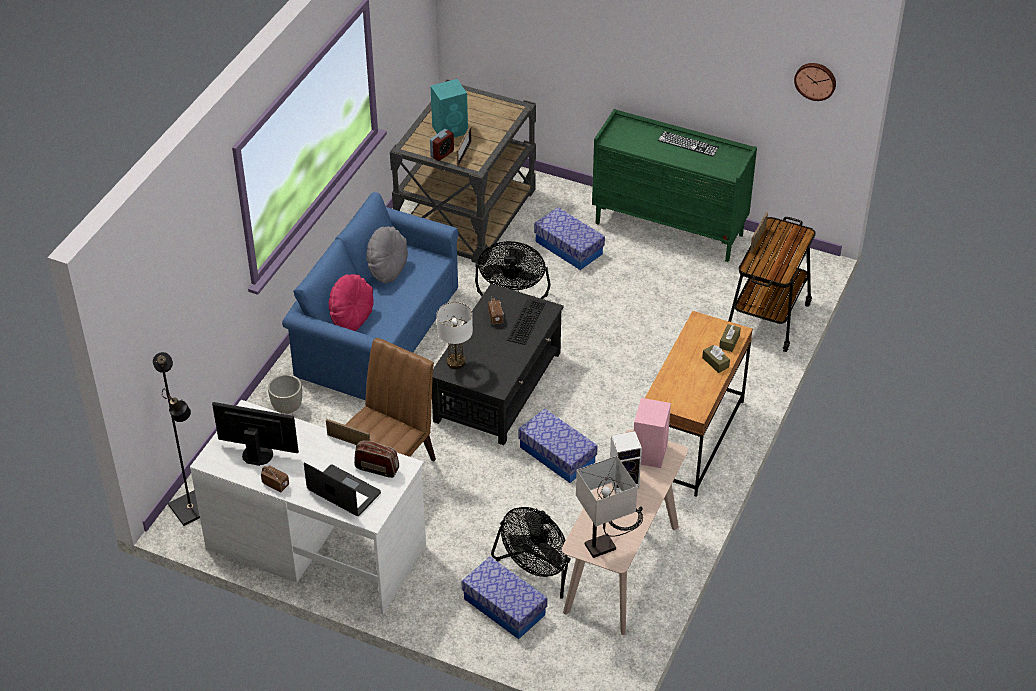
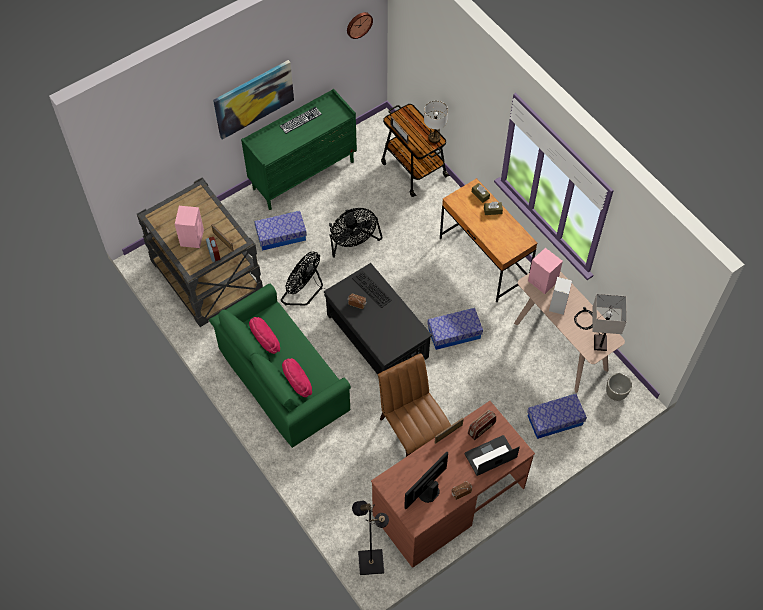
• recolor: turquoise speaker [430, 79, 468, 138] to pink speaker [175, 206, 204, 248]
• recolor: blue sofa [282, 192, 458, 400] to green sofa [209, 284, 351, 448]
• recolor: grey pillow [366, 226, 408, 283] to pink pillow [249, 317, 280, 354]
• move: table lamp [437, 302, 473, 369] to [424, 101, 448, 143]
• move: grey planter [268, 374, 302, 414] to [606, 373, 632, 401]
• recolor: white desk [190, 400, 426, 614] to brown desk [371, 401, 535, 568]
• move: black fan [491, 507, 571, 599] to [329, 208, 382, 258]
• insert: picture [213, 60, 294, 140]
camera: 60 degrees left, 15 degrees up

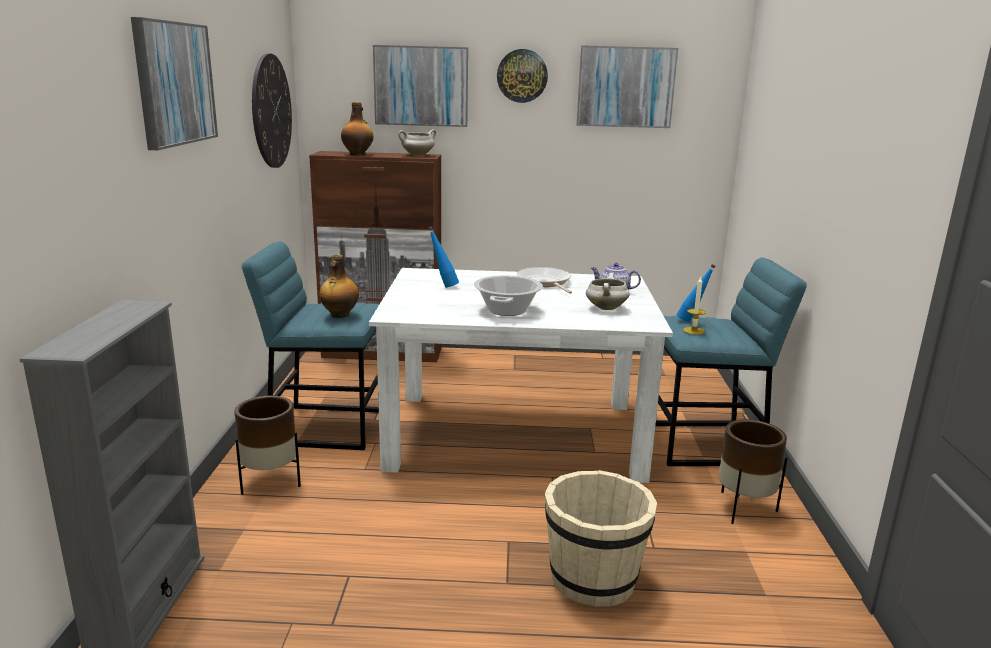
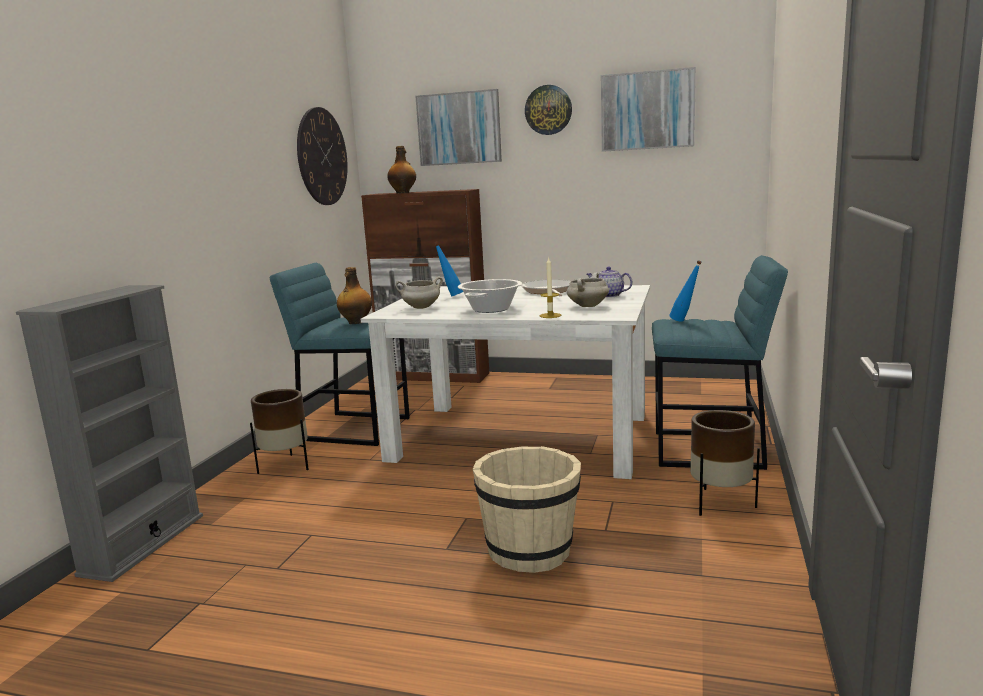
• delete: picture [131, 17, 218, 150]
• move: white cooking pot [398, 129, 436, 156] to [395, 276, 443, 309]
• move: candle [683, 277, 706, 335] to [540, 257, 561, 318]
camera: 15 degrees right, 5 degrees down

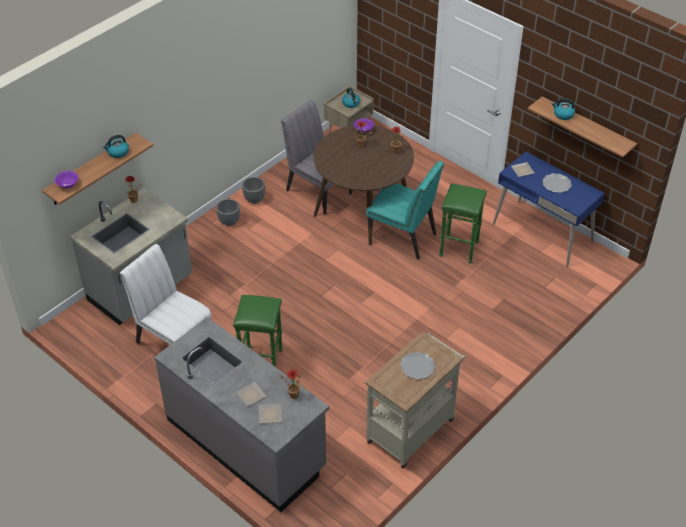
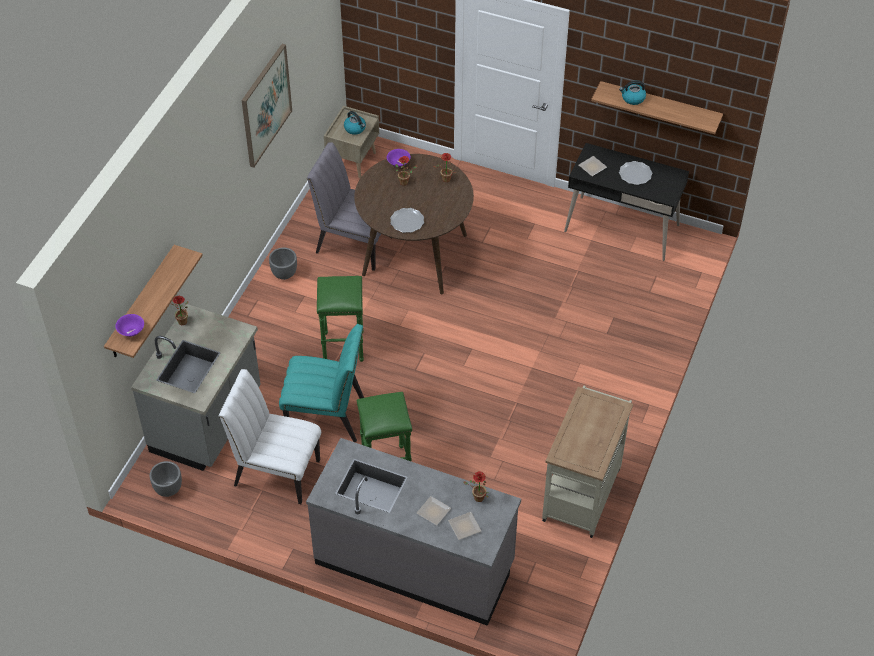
• delete: kettle [103, 135, 129, 158]
• recolor: blue desk [493, 152, 605, 267] to black desk [564, 143, 689, 261]
• move: turquoise chair [366, 161, 444, 260] to [279, 324, 364, 442]
• move: green stool [439, 183, 487, 263] to [317, 276, 364, 362]
• move: grey planter [216, 199, 240, 226] to [150, 461, 182, 497]
• move: plate [400, 352, 435, 379] to [390, 208, 424, 233]
• insert: picture [242, 44, 292, 168]
camera: 20 degrees left, 5 degrees up

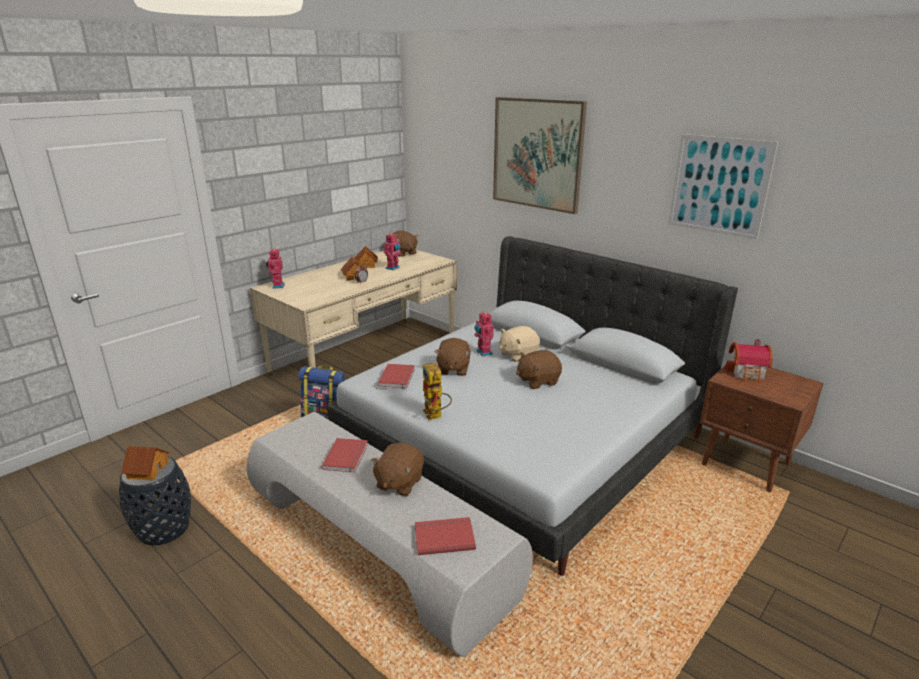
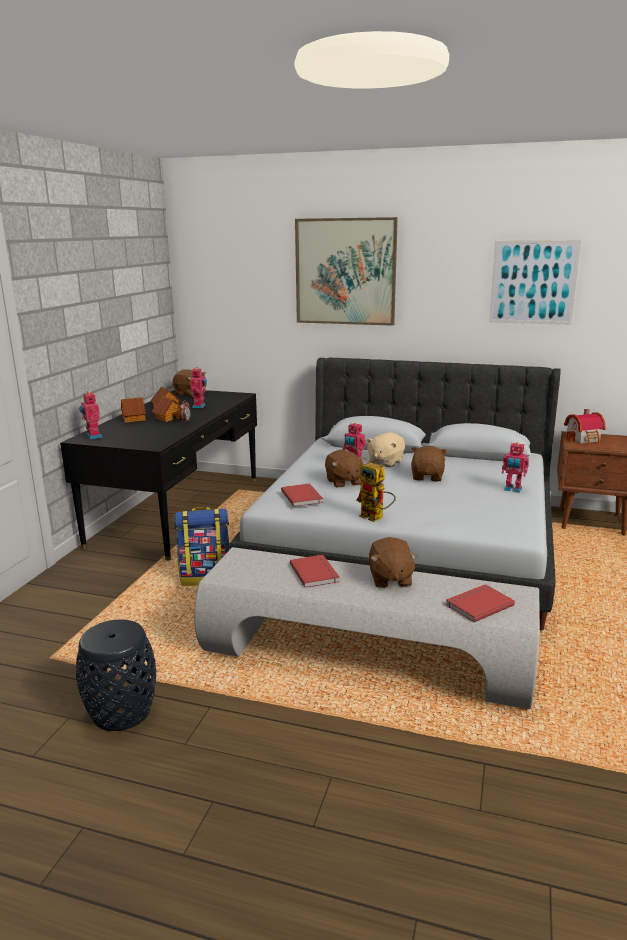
• recolor: beige desk [250, 250, 457, 376] to black desk [60, 390, 257, 561]
• rotate: brown plush toy [516, 350, 562, 389] = [411, 445, 447, 482] 150 degrees clockwise
• move: toy house [121, 446, 169, 481] to [121, 397, 146, 422]
• insert: toy robot [502, 442, 529, 493]
camera: 25 degrees left, 5 degrees down

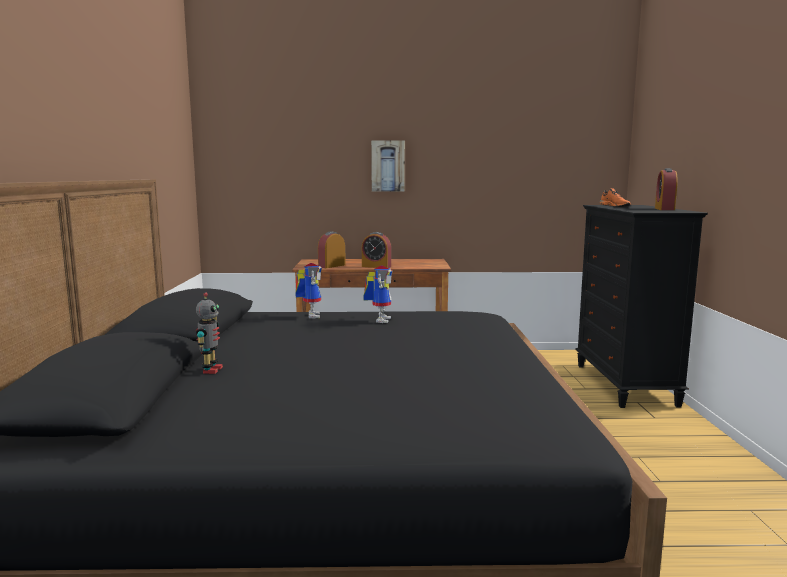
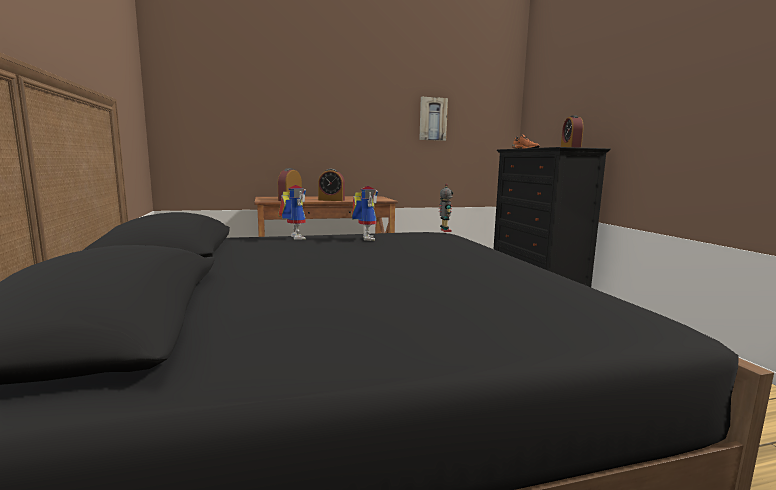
• move: picture [371, 141, 405, 192] to [419, 97, 448, 141]
• move: toy robot [196, 292, 223, 374] to [439, 183, 453, 232]
camera: 15 degrees left, 0 degrees up

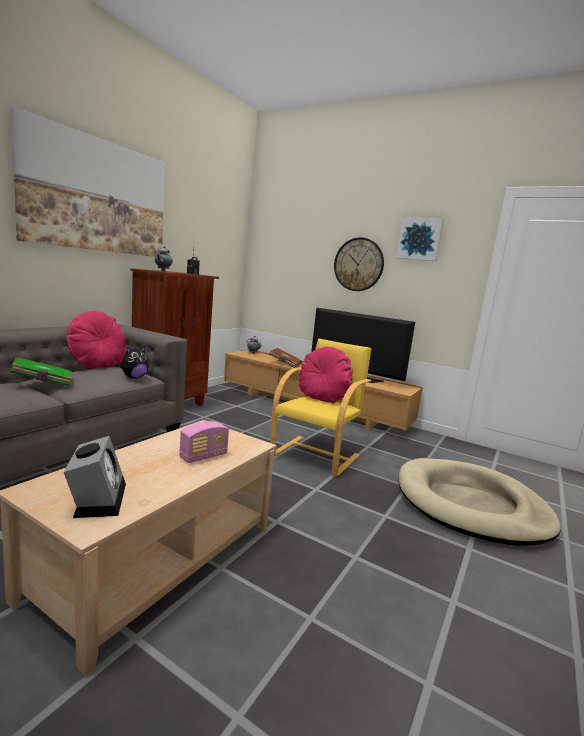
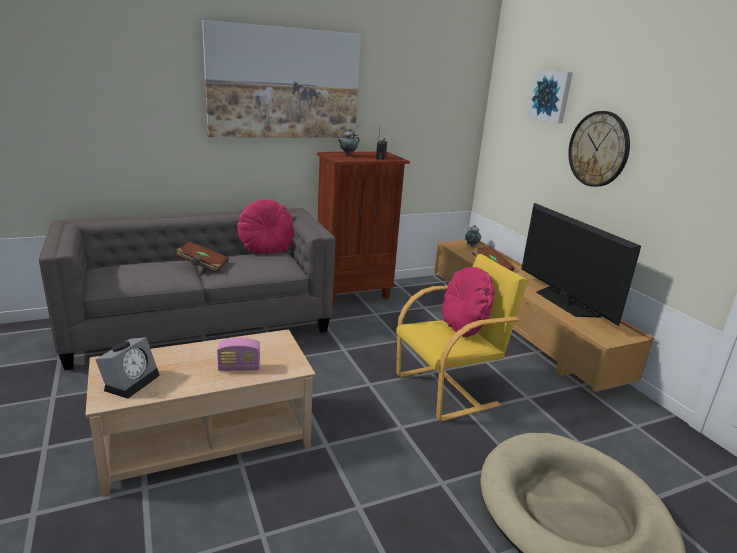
• move: picture [396, 217, 444, 261] to [527, 70, 573, 123]
• delete: plush toy [120, 346, 149, 379]
• recolor: green book [10, 357, 72, 386] to brown book [175, 241, 229, 273]
camera: 35 degrees right, 10 degrees up

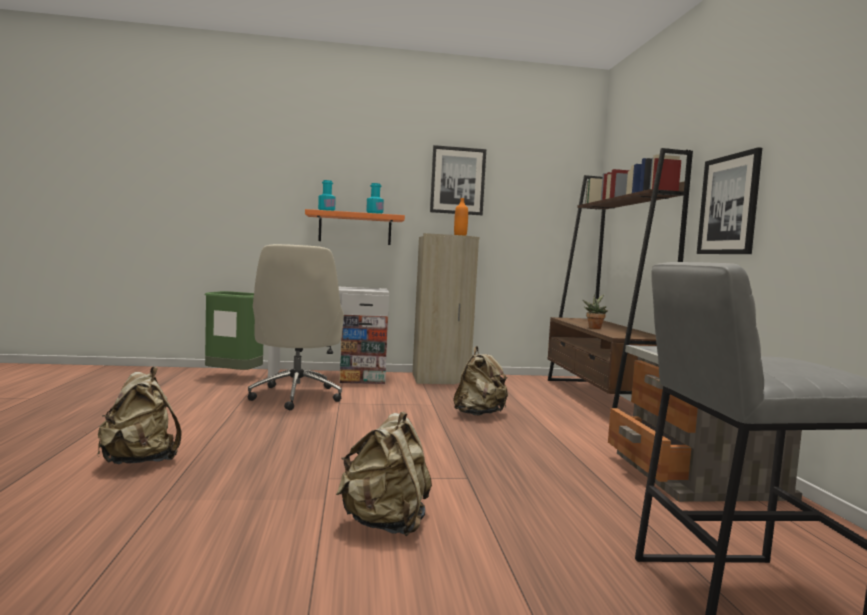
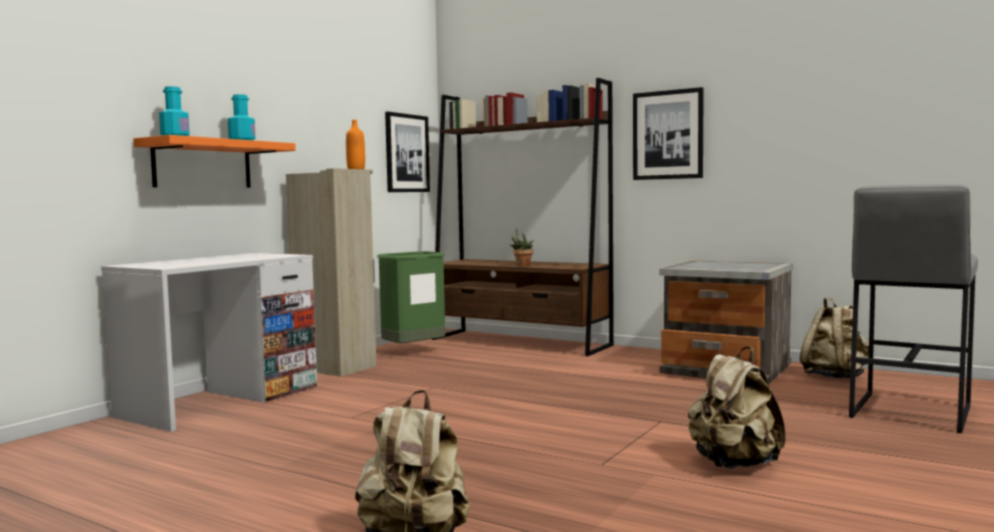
• move: picture [430, 145, 486, 215] to [385, 112, 430, 192]
• delete: beige office chair [248, 244, 344, 410]
• move: green trash can [205, 291, 263, 370] to [377, 251, 445, 343]
• move: beige backpack [453, 346, 508, 416] to [800, 297, 869, 379]
camera: 50 degrees left, 0 degrees up

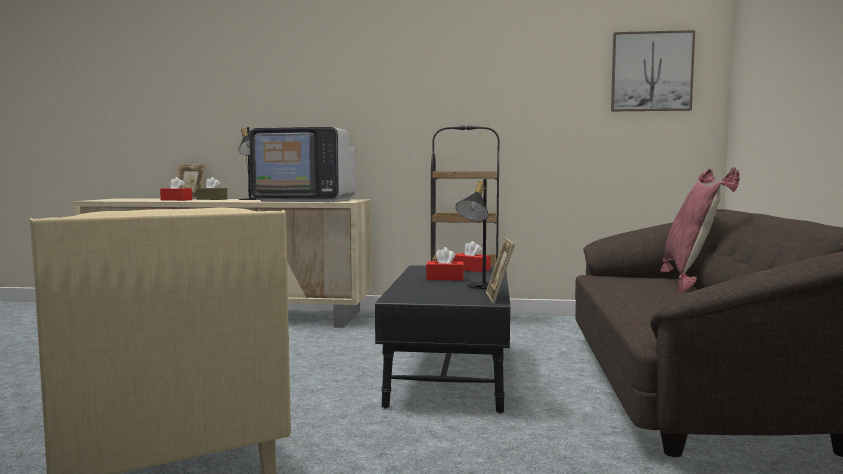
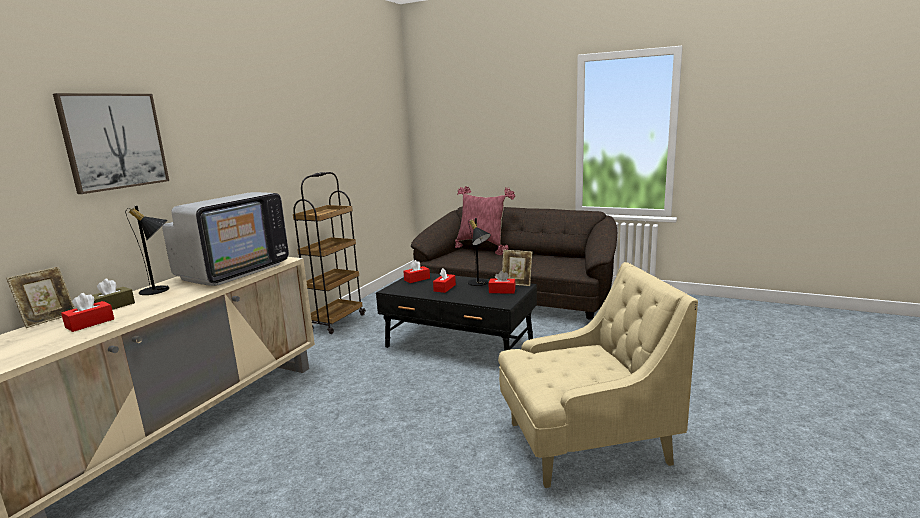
• move: picture [611, 30, 695, 111] to [53, 93, 169, 194]
• insert: red tissue box [489, 271, 516, 294]
camera: 70 degrees left, 10 degrees up

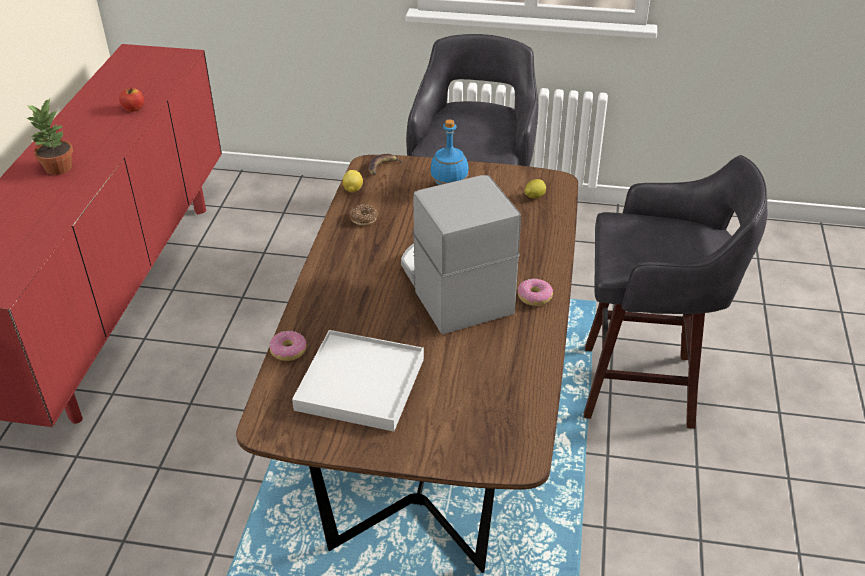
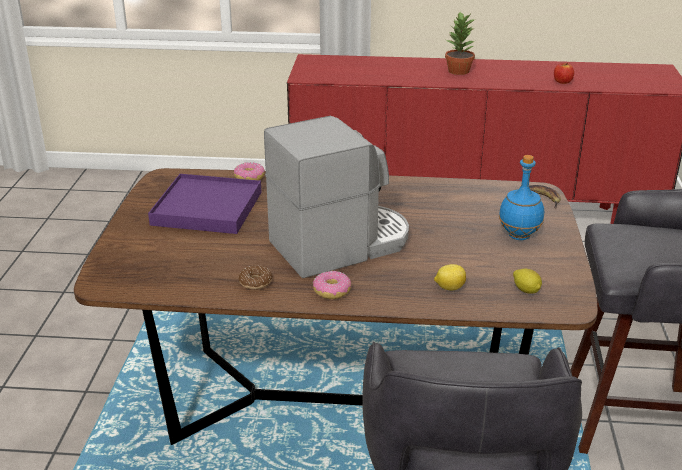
• move: lemon [343, 170, 363, 192] to [434, 264, 466, 290]
• move: donut [350, 204, 378, 225] to [239, 266, 273, 289]
• recolor: white tray [292, 330, 424, 432] to purple tray [148, 174, 261, 234]
camera: 85 degrees right, 10 degrees down

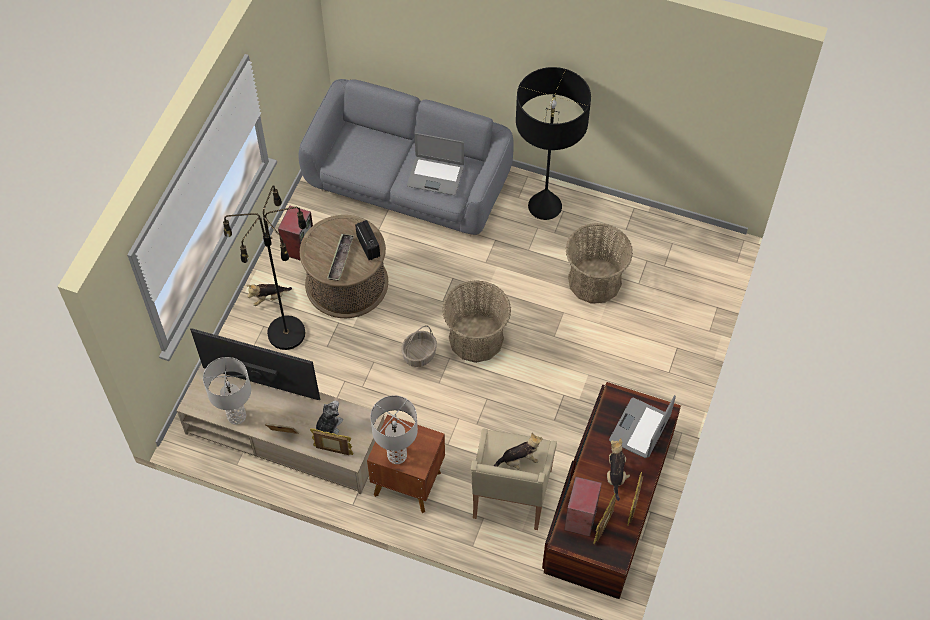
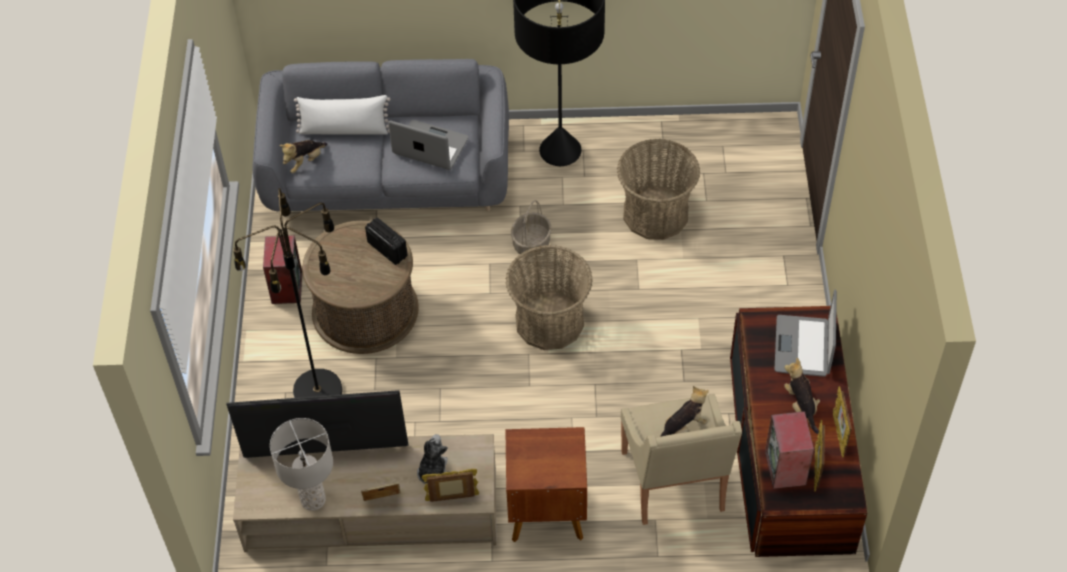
• rotate: laptop [407, 133, 464, 195] = [388, 120, 468, 170] 150 degrees counterclockwise
• delete: tray [327, 234, 354, 281]
• move: plush toy [246, 284, 292, 306] to [280, 140, 327, 173]
• move: basket [401, 325, 437, 367] to [511, 200, 551, 257]
• delete: white table lamp [370, 395, 418, 464]
• insert: white pillow [294, 95, 390, 135]
camera: 20 degrees left, 5 degrees down

